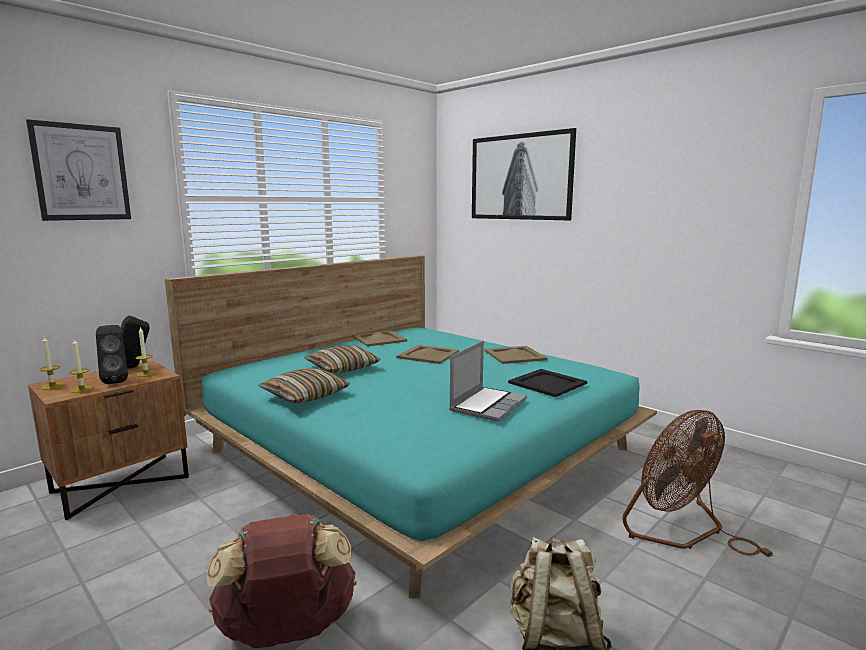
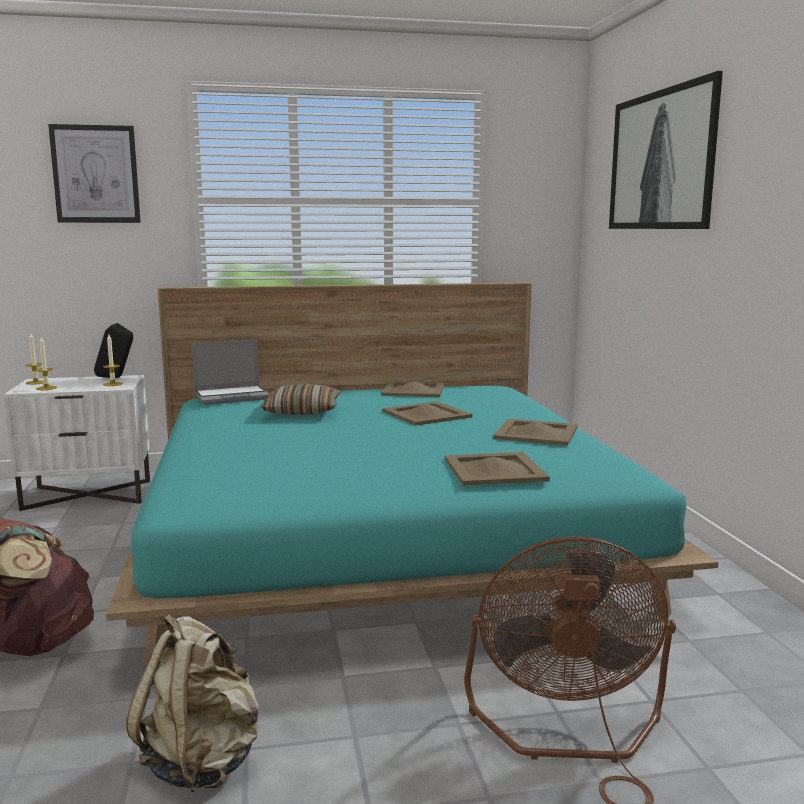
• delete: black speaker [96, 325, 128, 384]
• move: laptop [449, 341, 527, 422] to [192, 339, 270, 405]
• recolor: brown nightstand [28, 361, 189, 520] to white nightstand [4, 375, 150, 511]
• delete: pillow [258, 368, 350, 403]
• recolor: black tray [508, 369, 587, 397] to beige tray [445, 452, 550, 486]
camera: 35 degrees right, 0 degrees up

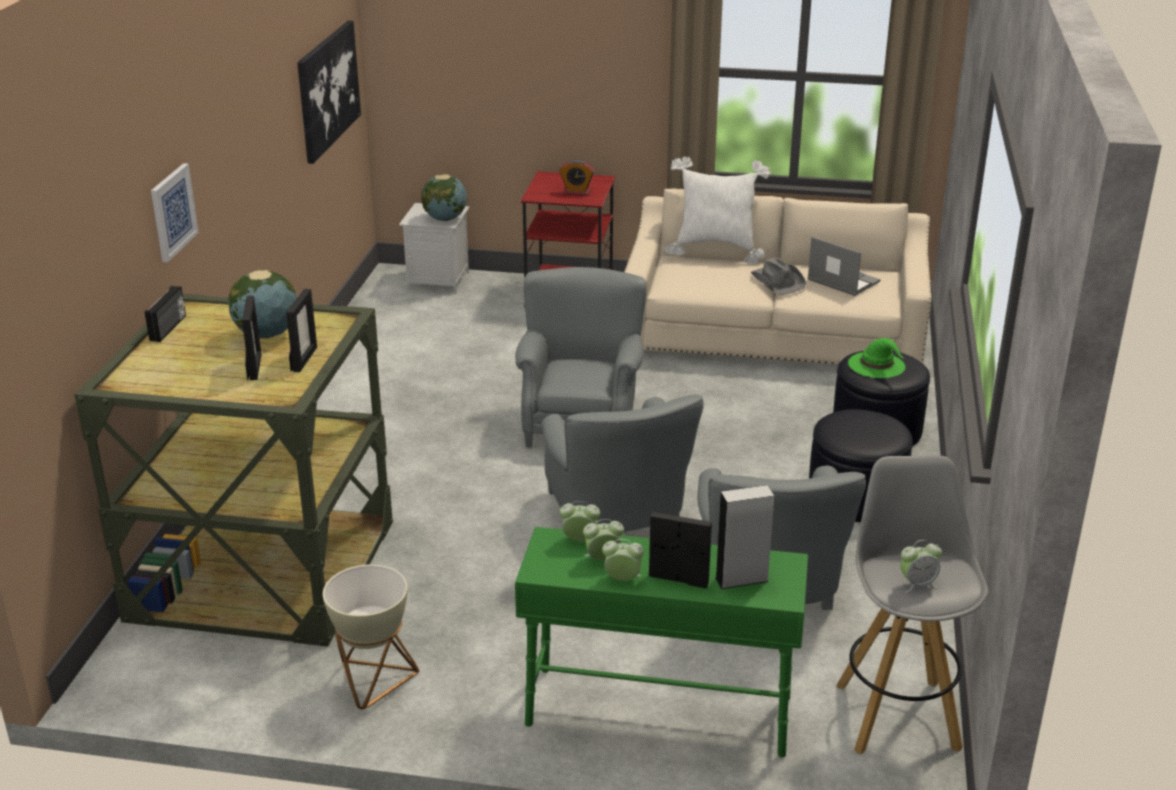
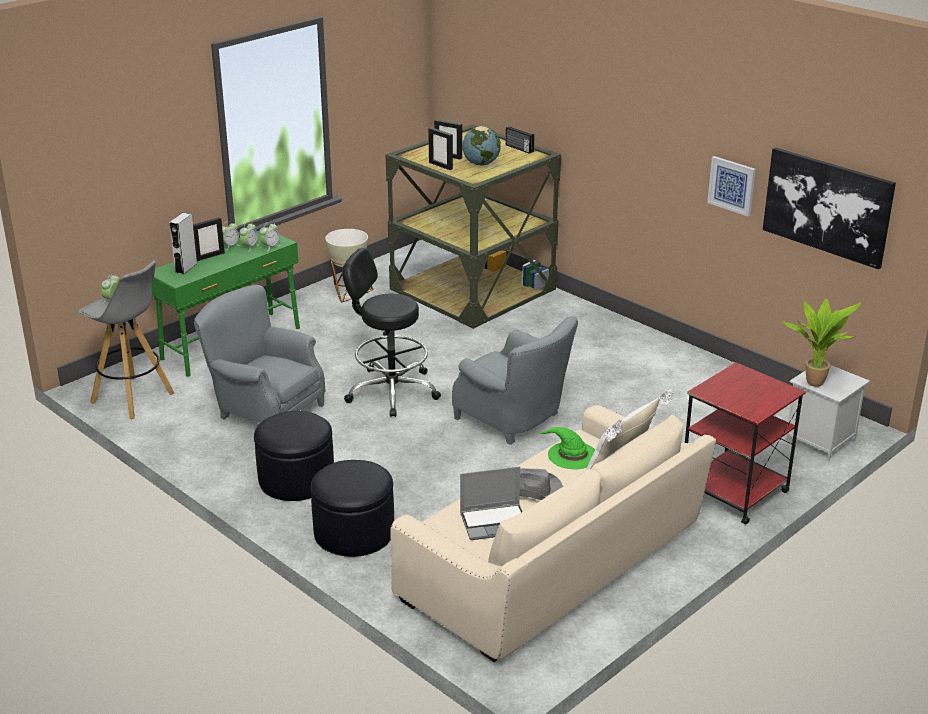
• delete: alarm clock [559, 160, 594, 196]
• move: picture [151, 163, 199, 262] to [707, 156, 756, 217]
• replace: globe [421, 174, 467, 221] to potted plant [781, 298, 861, 387]
• move: green hat [848, 338, 905, 378] to [538, 427, 595, 469]
• replace: grey armchair [542, 394, 704, 532] to black stool [342, 248, 441, 417]
camera: 125 degrees right, 0 degrees up

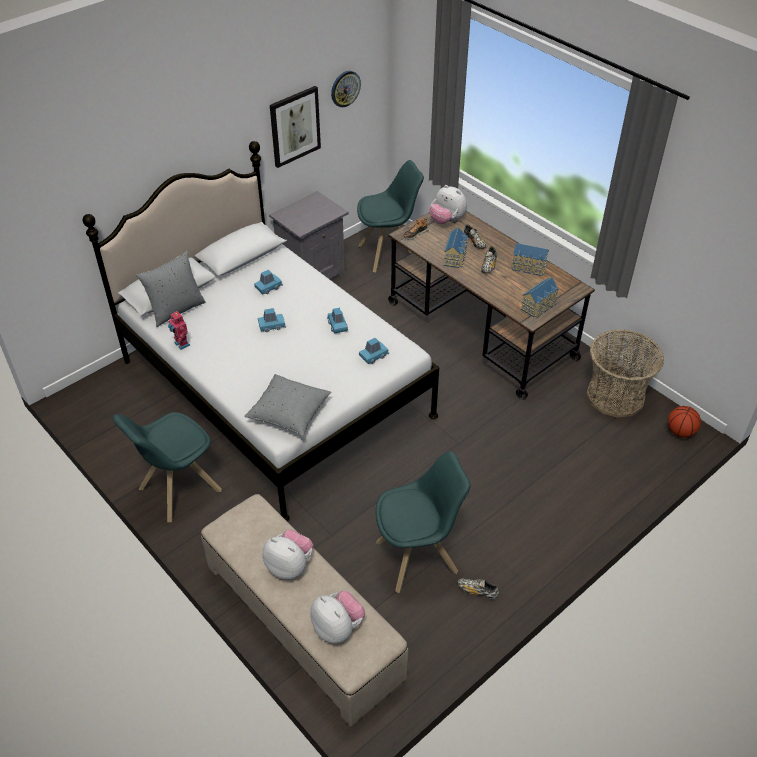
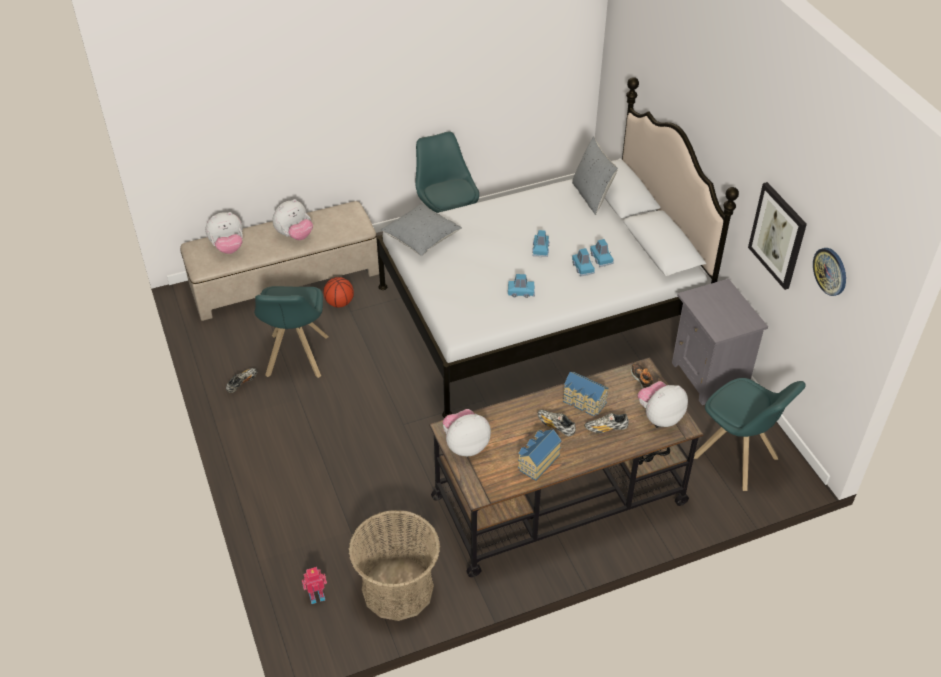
• rotate: turquoise chair [357, 160, 424, 273] = [694, 378, 806, 491] 45 degrees counterclockwise
• replace: toy house [521, 277, 559, 318] to plush toy [443, 409, 491, 456]
• move: toy robot [168, 311, 190, 350] to [302, 567, 327, 604]
• move: blue toy car [359, 338, 389, 364] to [572, 248, 595, 277]
• move: basketball [668, 406, 701, 438] to [323, 277, 354, 308]
camera: 110 degrees right, 0 degrees up

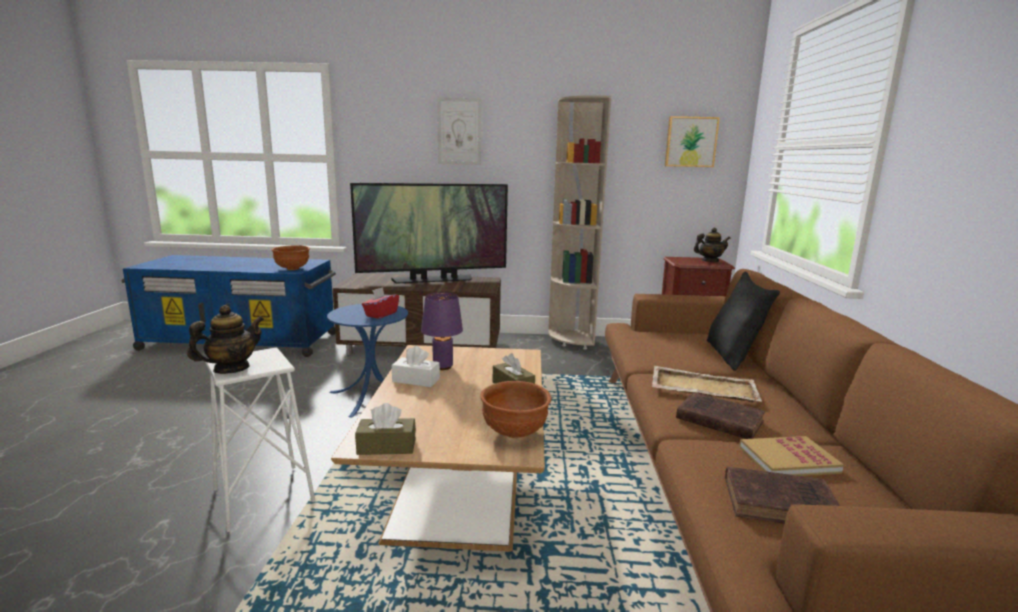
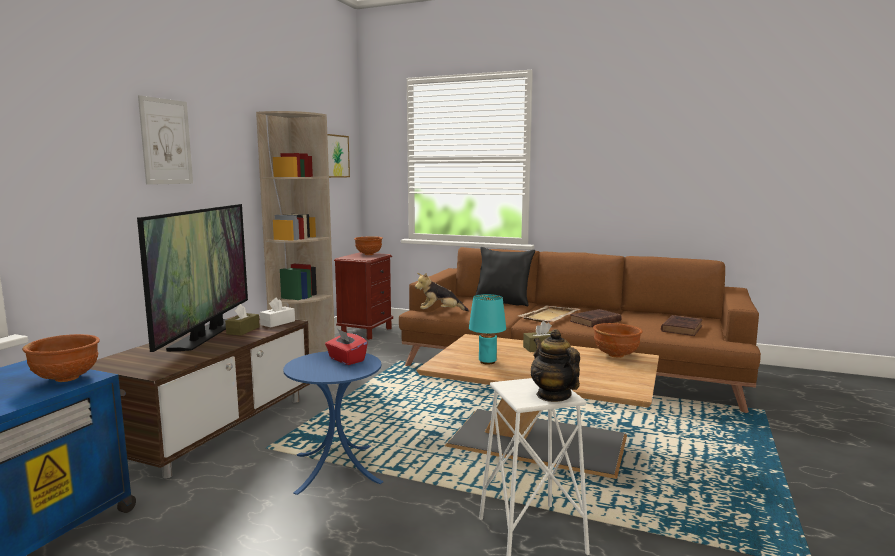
• replace: teapot [694, 228, 730, 262] to brown bowl [354, 236, 383, 255]
• recolor: purple table lamp [421, 292, 463, 370] to turquoise table lamp [469, 294, 506, 365]
• move: white tissue box [392, 346, 440, 387] to [260, 297, 295, 327]
• move: brown tissue box [355, 403, 416, 455] to [225, 304, 260, 336]
• delete: book [739, 436, 844, 476]
• insert: plush toy [415, 273, 469, 311]
camera: 70 degrees left, 5 degrees down

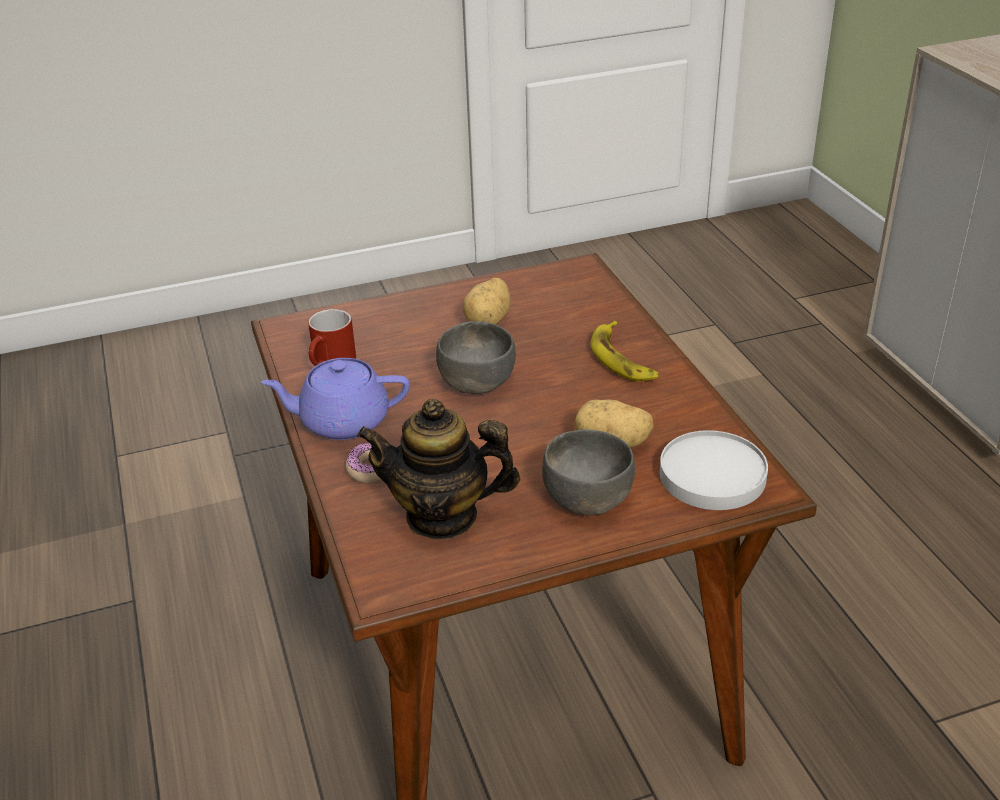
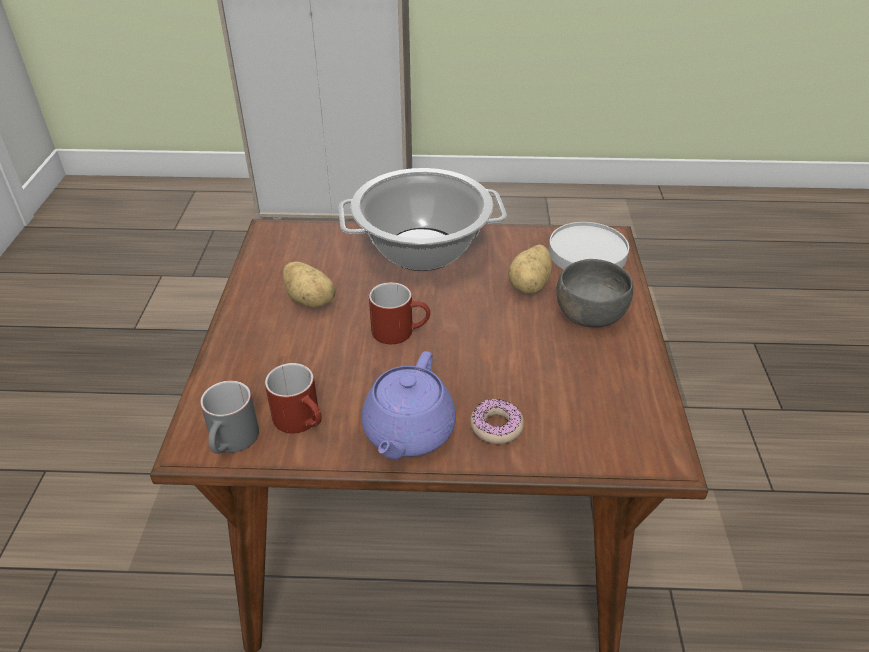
• replace: grey bowl [436, 321, 516, 394] to red mug [369, 282, 430, 344]
• replace: banana [590, 321, 658, 381] to cooking pot [339, 168, 507, 271]
• delete: teapot [357, 399, 520, 539]
• insert: grey mug [200, 380, 259, 454]
camera: 70 degrees left, 5 degrees up

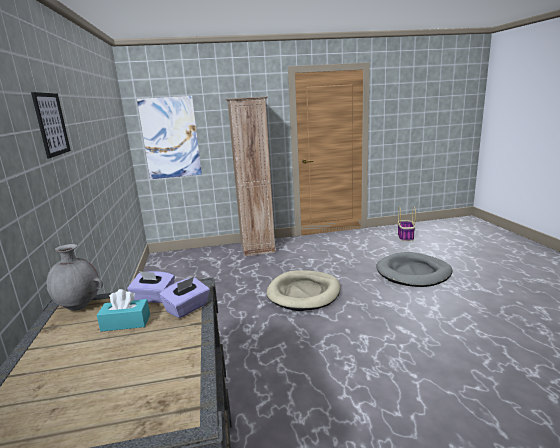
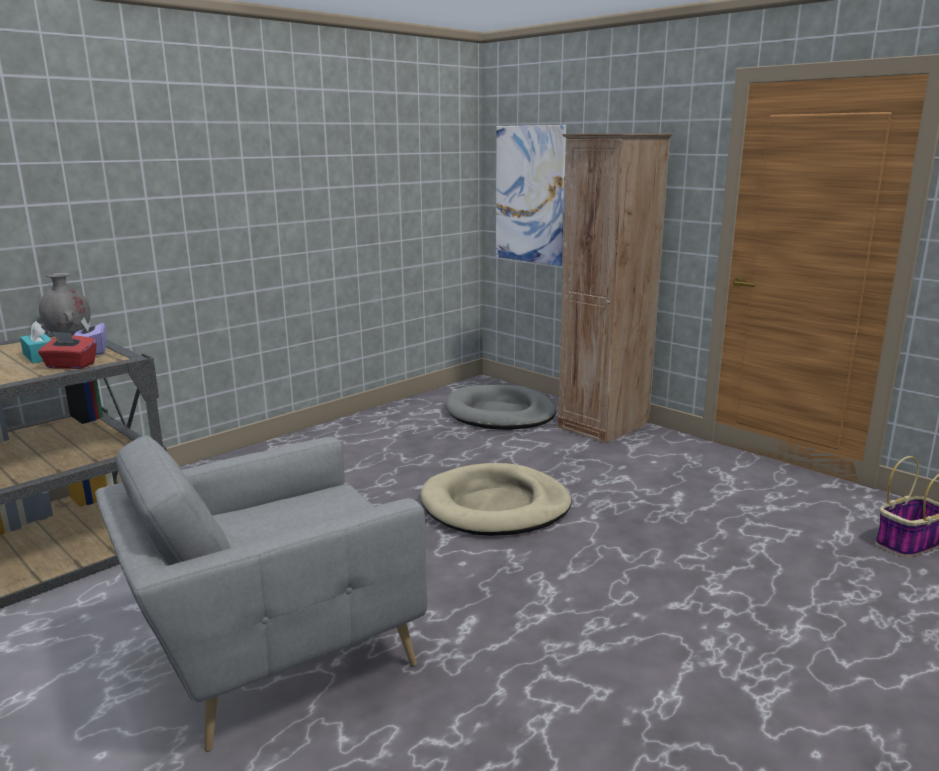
• delete: picture [31, 92, 71, 159]
• move: grey dog bed [376, 252, 452, 287] to [446, 385, 556, 430]
• recolor: purple tissue box [159, 277, 210, 318] to red tissue box [38, 332, 97, 369]
• insert: grey armchair [95, 435, 427, 752]
camera: 55 degrees right, 0 degrees up

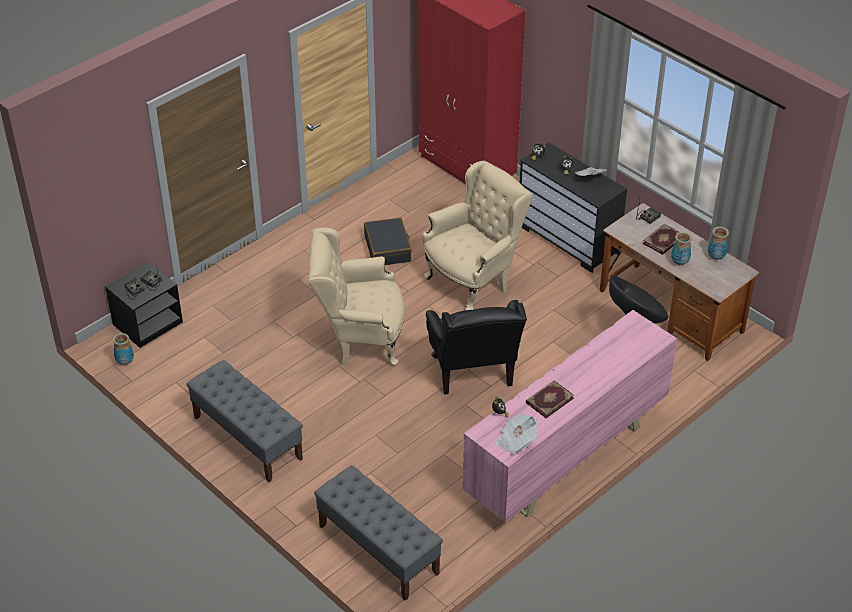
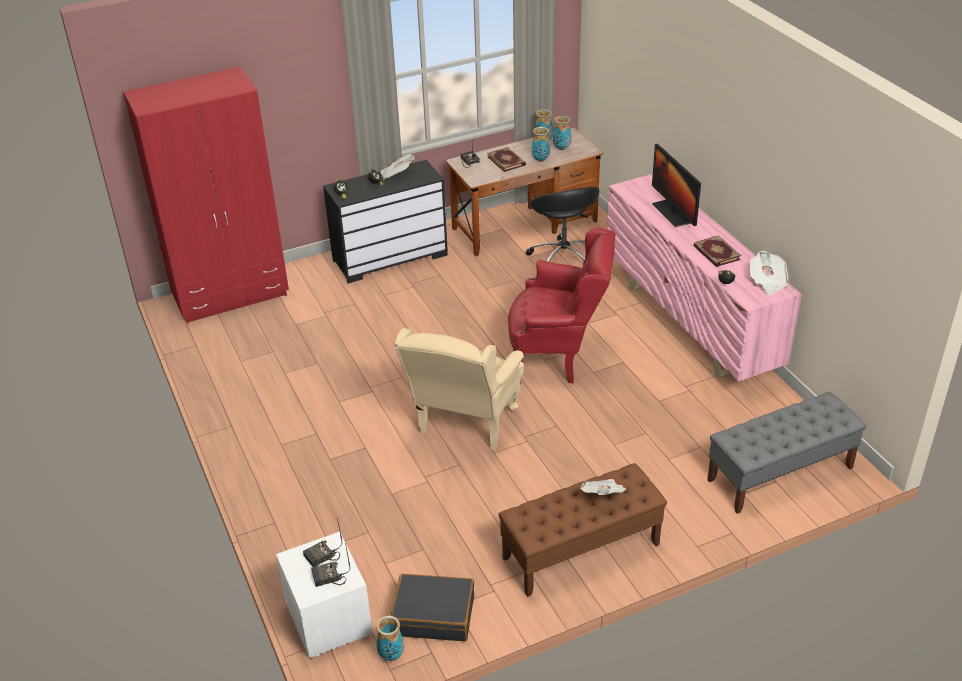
• delete: beige armchair [422, 161, 533, 310]
• move: black suitcase [364, 217, 412, 265] to [391, 574, 474, 641]
• recolor: black nightstand [105, 262, 183, 348] to white nightstand [276, 532, 373, 658]
• recolor: black armchair [426, 300, 527, 395] to red armchair [508, 228, 616, 383]
• recolor: grey bench [187, 360, 303, 482] to brown bench [498, 463, 667, 597]
• insert: vase [553, 116, 572, 150]
• insert: monitor [652, 144, 701, 227]
• insert: newspaper [580, 479, 627, 495]
camera: 70 degrees left, 5 degrees down

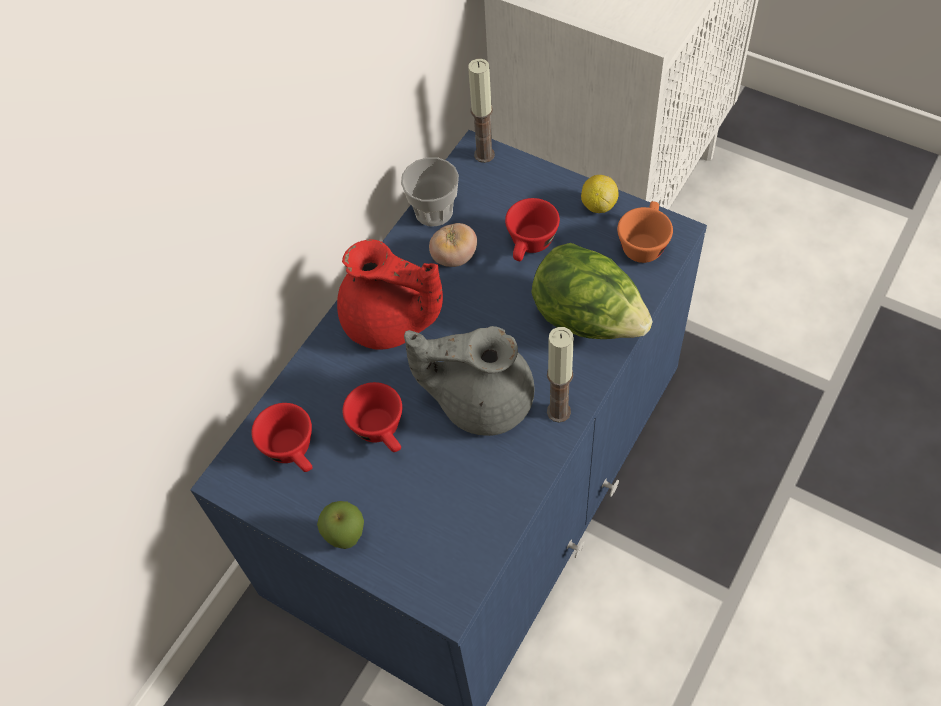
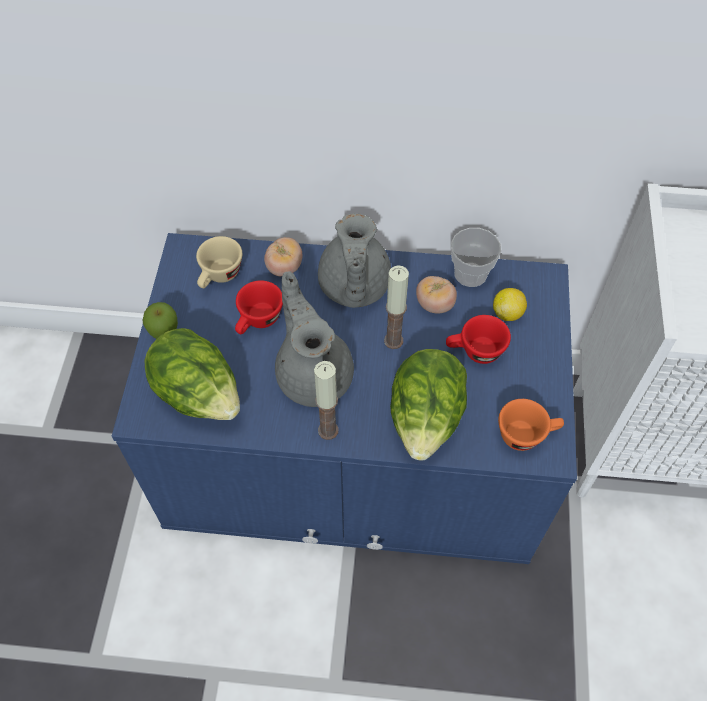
• move: candle [468, 59, 495, 163] to [384, 265, 409, 349]
• move: lemon [581, 175, 619, 213] to [493, 288, 527, 321]
• recolor: red teapot [337, 239, 443, 350] to grey teapot [318, 213, 391, 308]
• recolor: red cup [251, 403, 313, 472] to beige cup [196, 236, 242, 288]
• insert: tomato [264, 237, 302, 276]
• insert: lettuce [144, 328, 240, 420]
camera: 60 degrees right, 0 degrees up

